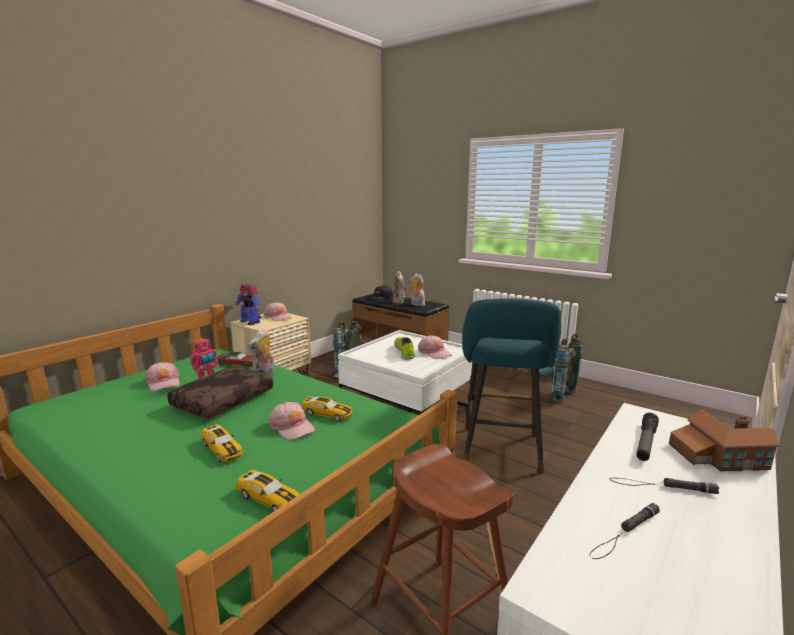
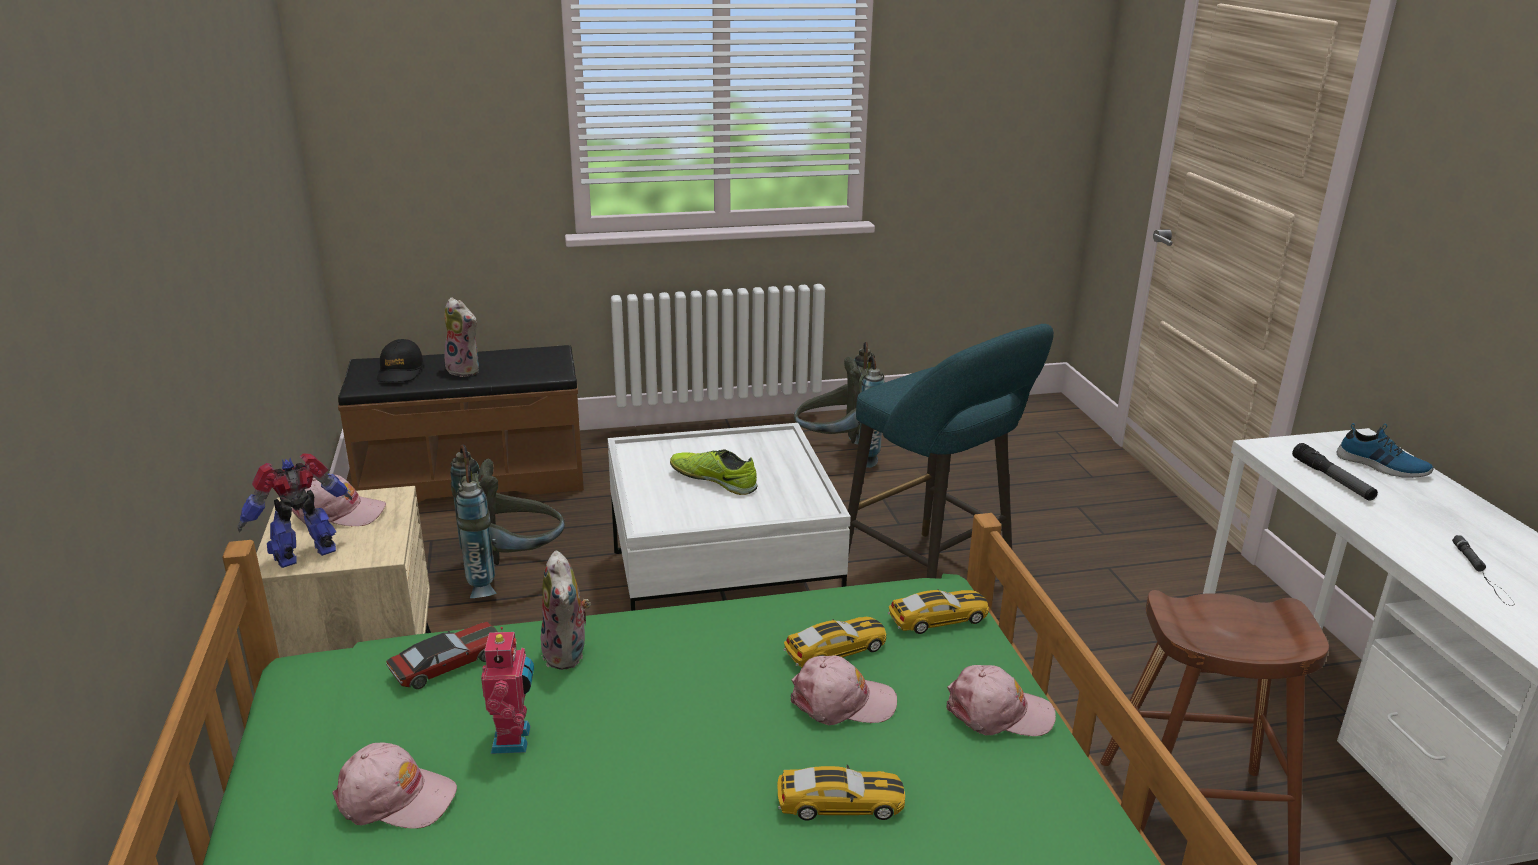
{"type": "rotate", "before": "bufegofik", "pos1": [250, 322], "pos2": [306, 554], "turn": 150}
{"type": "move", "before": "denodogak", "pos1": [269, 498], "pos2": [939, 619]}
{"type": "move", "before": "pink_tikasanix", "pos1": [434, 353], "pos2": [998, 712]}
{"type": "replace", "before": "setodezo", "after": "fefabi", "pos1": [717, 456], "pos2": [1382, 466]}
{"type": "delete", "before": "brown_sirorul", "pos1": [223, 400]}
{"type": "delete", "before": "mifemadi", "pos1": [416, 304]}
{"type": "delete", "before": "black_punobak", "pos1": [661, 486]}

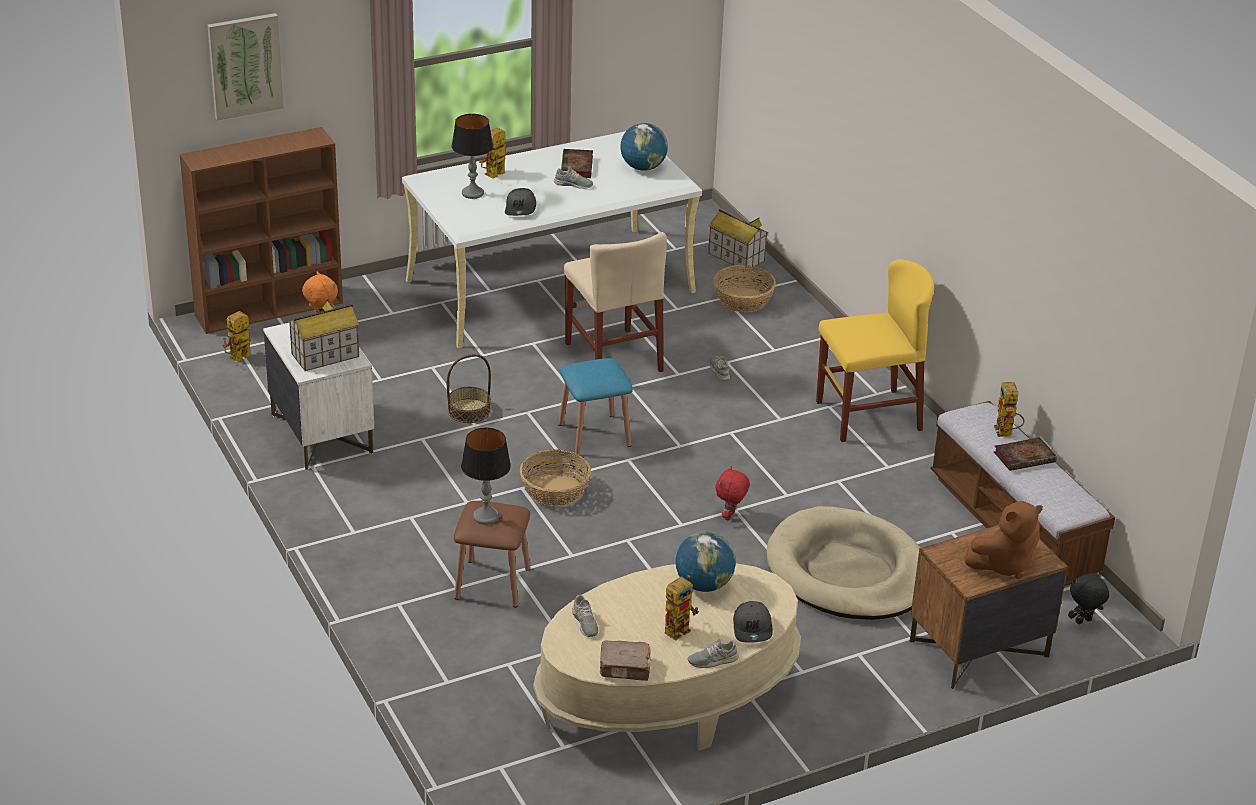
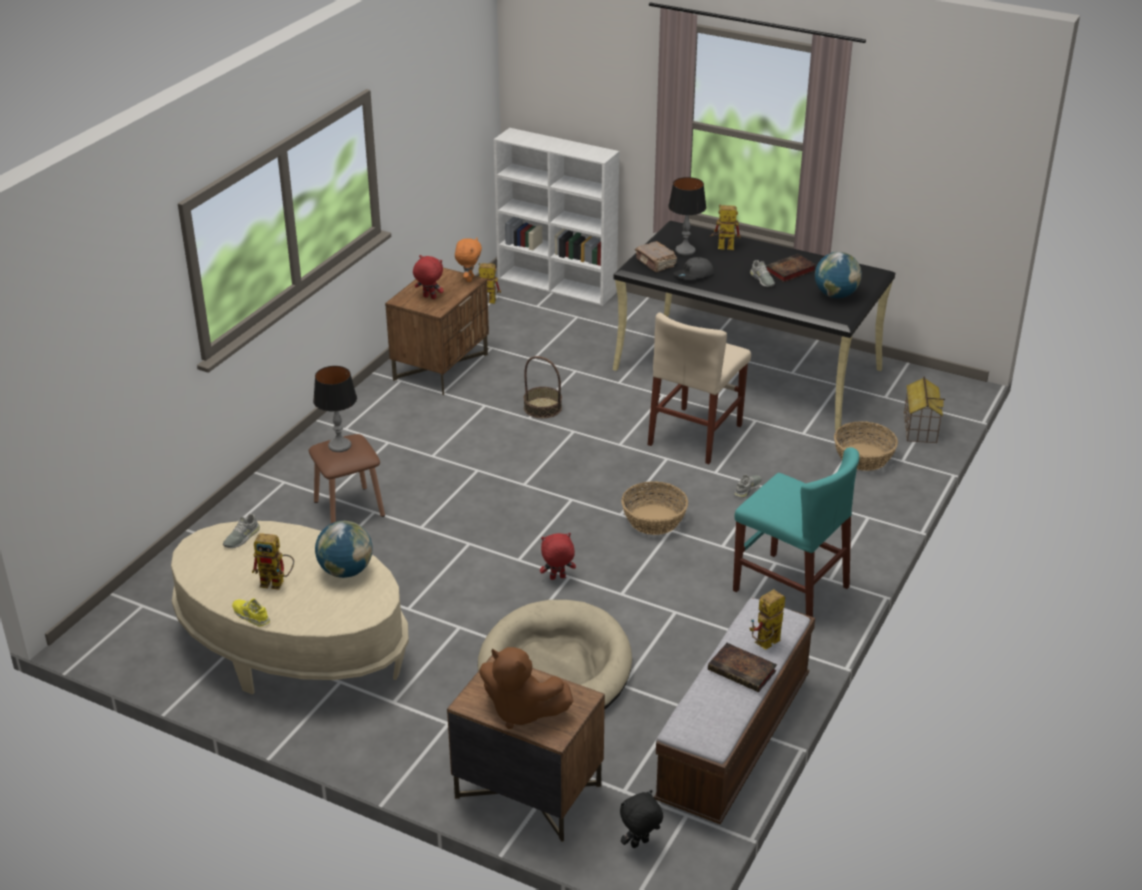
{"type": "recolor", "before": "grey_fefabi", "after": "yellow_fefabi", "pos1": [713, 660], "pos2": [251, 615]}
{"type": "recolor", "before": "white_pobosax", "after": "brown_pobosax", "pos1": [321, 433], "pos2": [441, 367]}
{"type": "replace", "before": "setodezo", "after": "red_mifemadi", "pos1": [325, 355], "pos2": [429, 297]}
{"type": "recolor", "before": "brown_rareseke", "after": "white_rareseke", "pos1": [270, 308], "pos2": [558, 285]}
{"type": "recolor", "before": "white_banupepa", "after": "black_banupepa", "pos1": [551, 286], "pos2": [748, 369]}
{"type": "rotate", "before": "black_mifemadi", "pos1": [1083, 622], "pos2": [640, 844], "turn": -60}
{"type": "move", "before": "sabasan", "pos1": [555, 490], "pos2": [654, 519]}
{"type": "move", "before": "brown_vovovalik", "pos1": [625, 668], "pos2": [655, 263]}
{"type": "recolor", "before": "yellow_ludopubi", "after": "turquoise_ludopubi", "pos1": [868, 416], "pos2": [790, 588]}
{"type": "delete", "before": "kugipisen", "pos1": [245, 65]}
{"type": "delete", "before": "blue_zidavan", "pos1": [594, 435]}
{"type": "delete", "before": "grey_tikasanix", "pos1": [753, 628]}

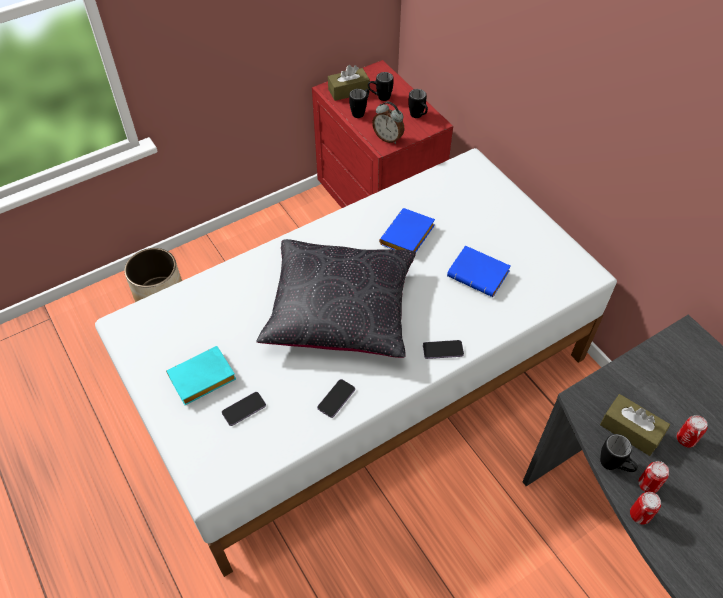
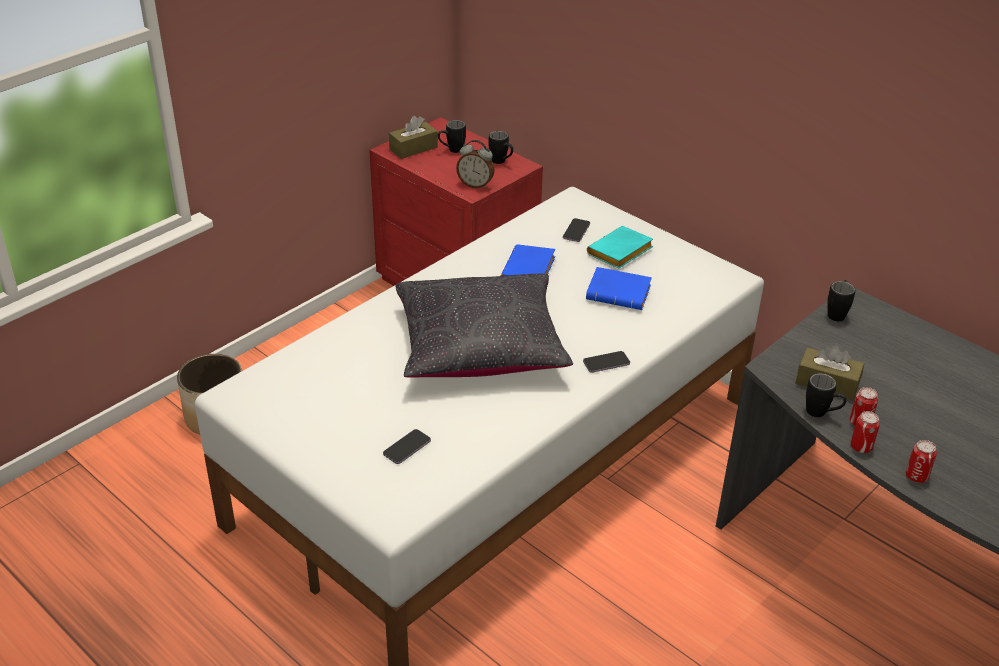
{"type": "move", "before": "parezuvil", "pos1": [336, 399], "pos2": [576, 231]}
{"type": "move", "before": "turquoise_vovovalik", "pos1": [201, 380], "pos2": [620, 253]}
{"type": "move", "before": "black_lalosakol", "pos1": [360, 112], "pos2": [837, 313]}
{"type": "move", "before": "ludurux", "pos1": [685, 439], "pos2": [916, 476]}

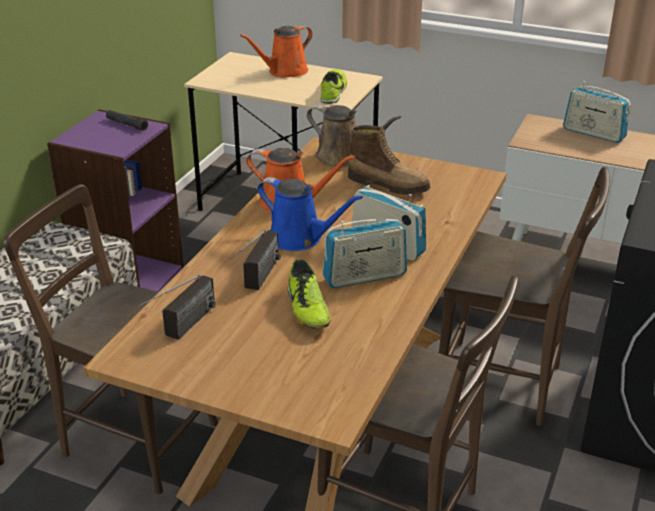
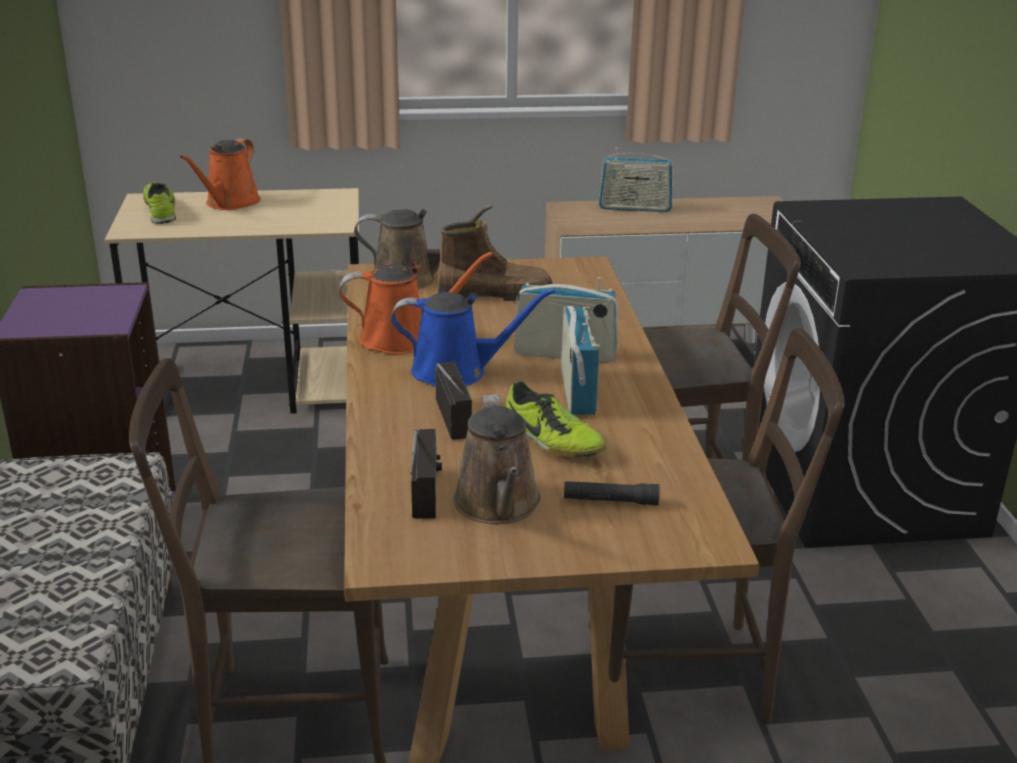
{"type": "move", "before": "fefabi", "pos1": [333, 92], "pos2": [161, 210]}
{"type": "insert", "after": "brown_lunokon", "pos2": [498, 505]}
{"type": "rotate", "before": "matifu", "pos1": [364, 277], "pos2": [577, 391], "turn": -45}
{"type": "move", "before": "black_punobak", "pos1": [126, 124], "pos2": [610, 501]}

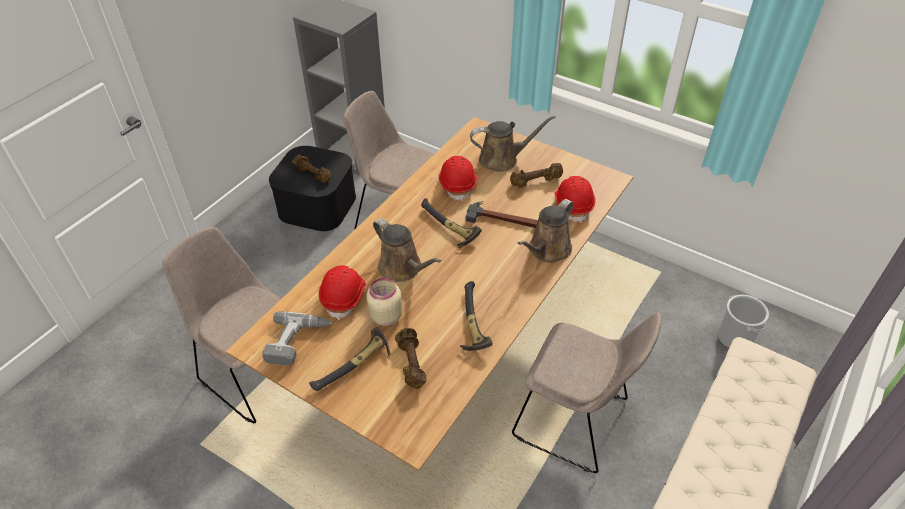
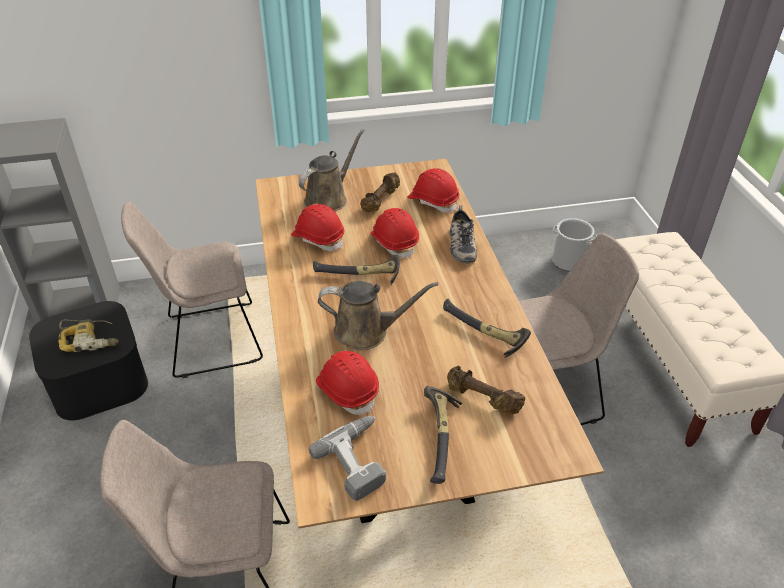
{"type": "replace", "before": "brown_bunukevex", "after": "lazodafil", "pos1": [313, 174], "pos2": [90, 339]}
{"type": "replace", "before": "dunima", "after": "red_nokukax", "pos1": [502, 219], "pos2": [394, 242]}
{"type": "replace", "before": "brown_lunokon", "after": "fefabi", "pos1": [547, 250], "pos2": [461, 244]}
{"type": "delete", "before": "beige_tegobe", "pos1": [385, 316]}

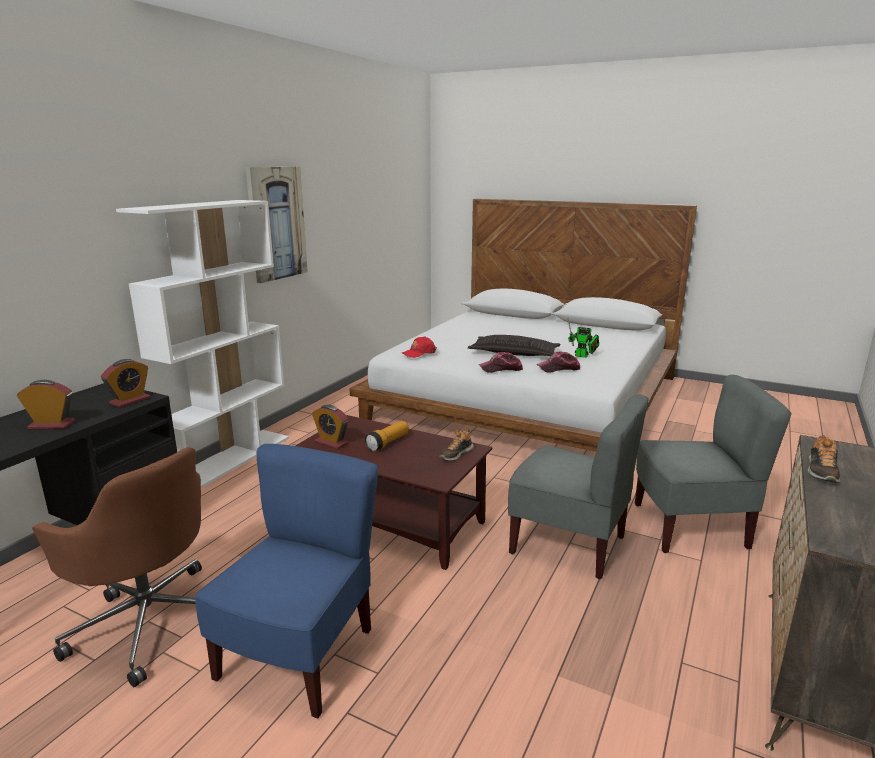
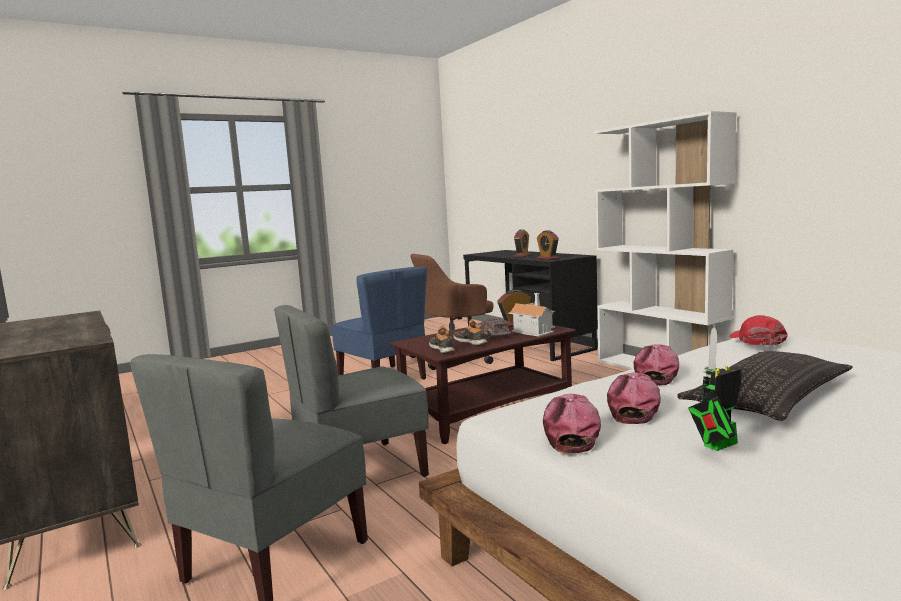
{"type": "move", "before": "fefabi", "pos1": [821, 471], "pos2": [470, 342]}
{"type": "replace", "before": "punobak", "after": "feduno", "pos1": [388, 443], "pos2": [493, 335]}
{"type": "insert", "after": "setodezo", "pos2": [534, 330]}
{"type": "insert", "after": "tikasanix", "pos2": [570, 432]}
{"type": "delete", "before": "kugipisen", "pos1": [276, 223]}

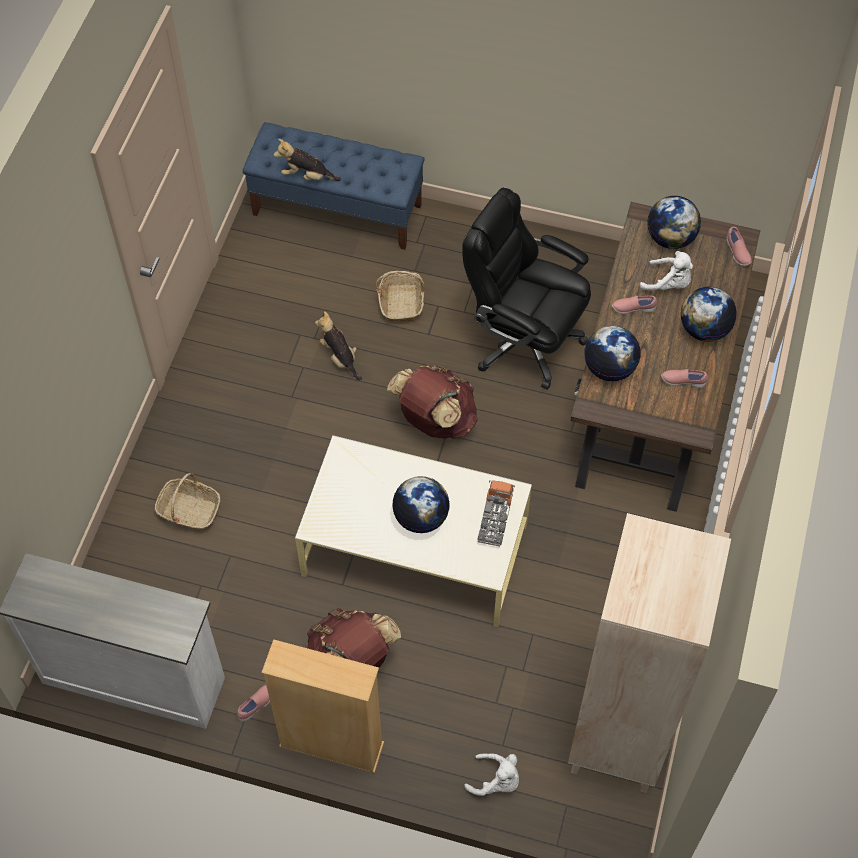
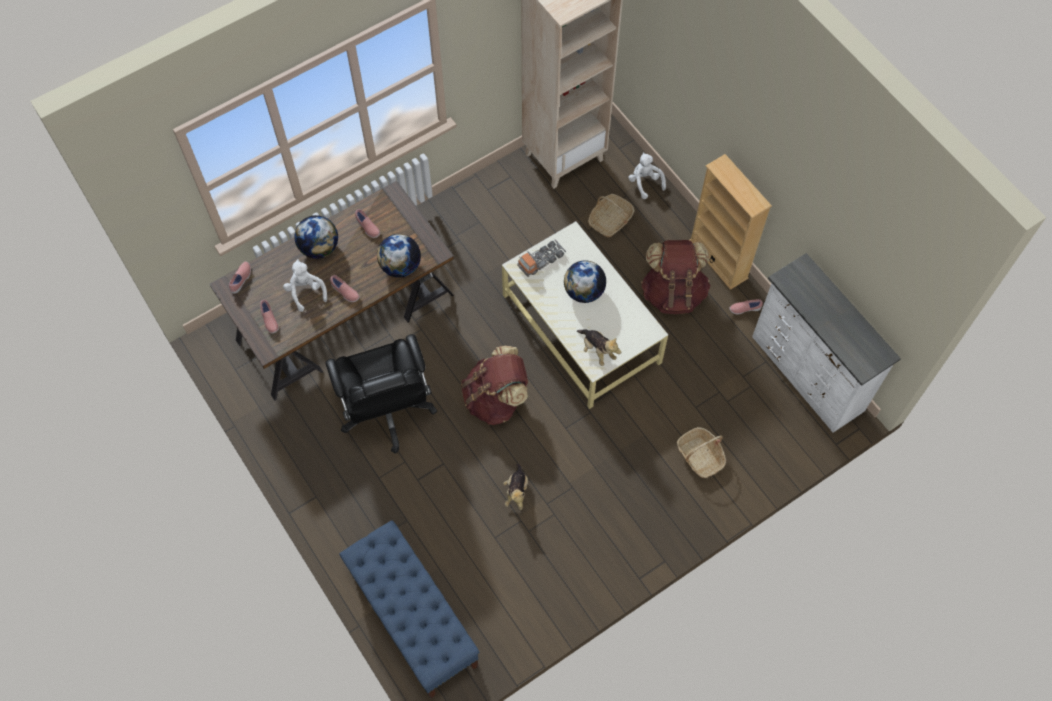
{"type": "replace", "before": "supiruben", "after": "pink_fefabi", "pos1": [670, 238], "pos2": [269, 320]}
{"type": "move", "before": "mifemadi", "pos1": [307, 176], "pos2": [597, 350]}
{"type": "move", "before": "sabasan", "pos1": [401, 302], "pos2": [610, 220]}

